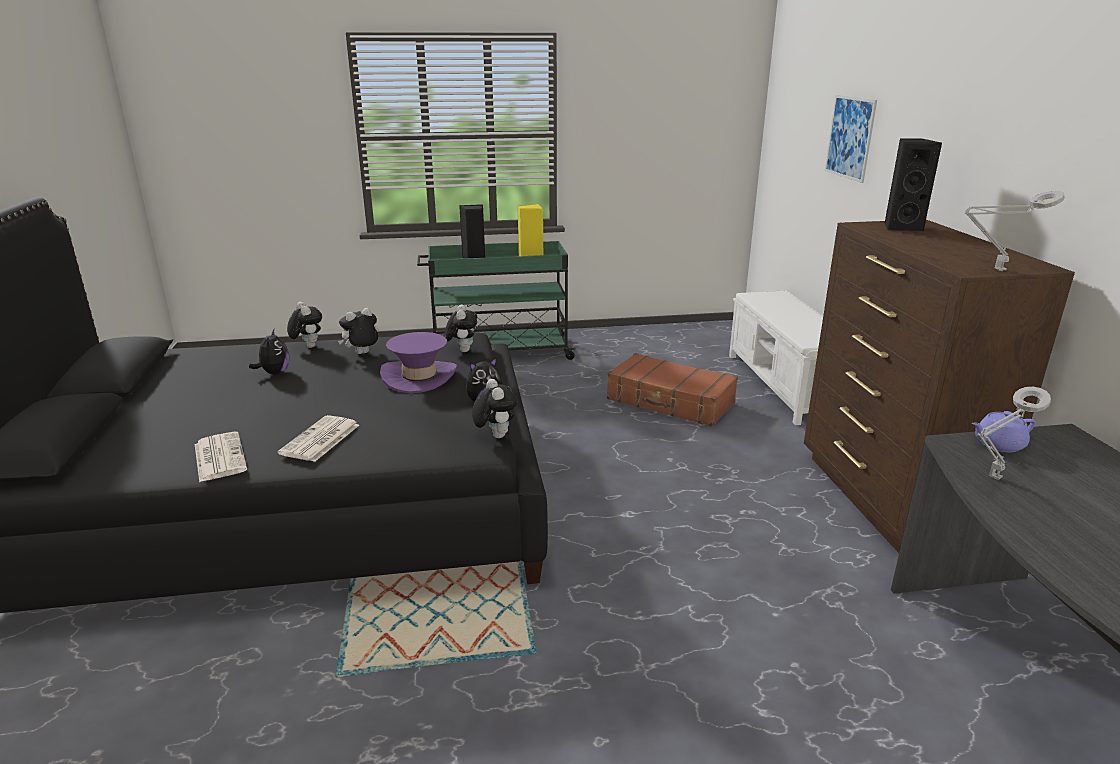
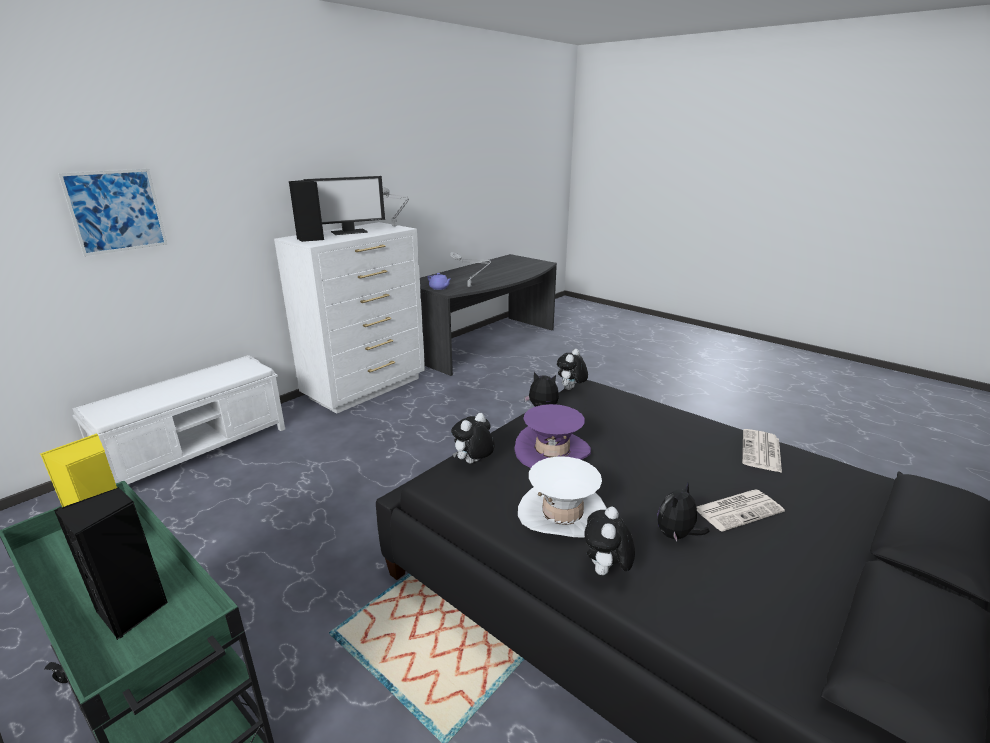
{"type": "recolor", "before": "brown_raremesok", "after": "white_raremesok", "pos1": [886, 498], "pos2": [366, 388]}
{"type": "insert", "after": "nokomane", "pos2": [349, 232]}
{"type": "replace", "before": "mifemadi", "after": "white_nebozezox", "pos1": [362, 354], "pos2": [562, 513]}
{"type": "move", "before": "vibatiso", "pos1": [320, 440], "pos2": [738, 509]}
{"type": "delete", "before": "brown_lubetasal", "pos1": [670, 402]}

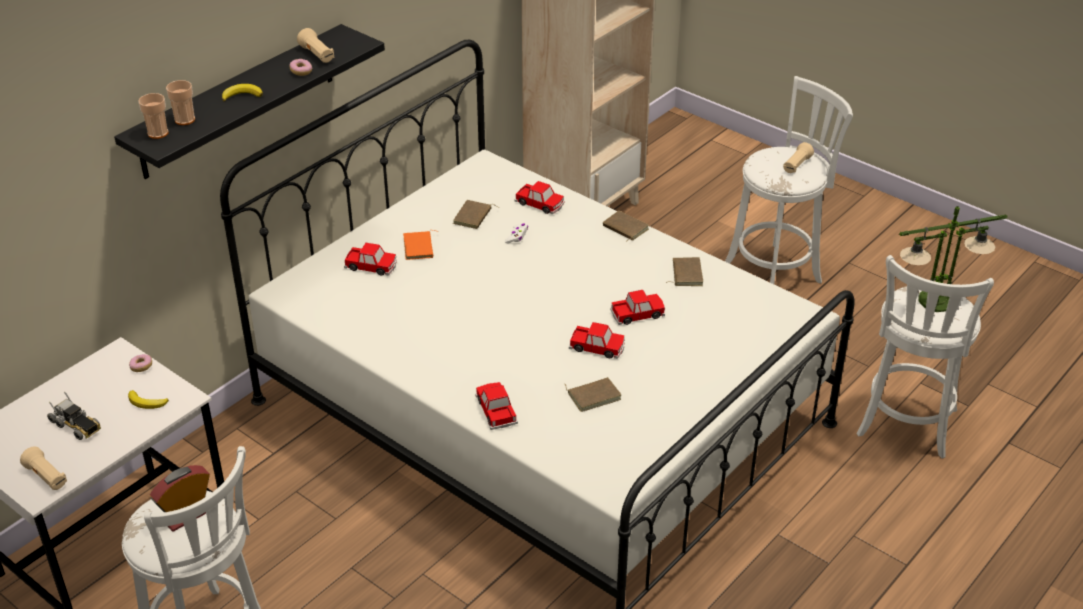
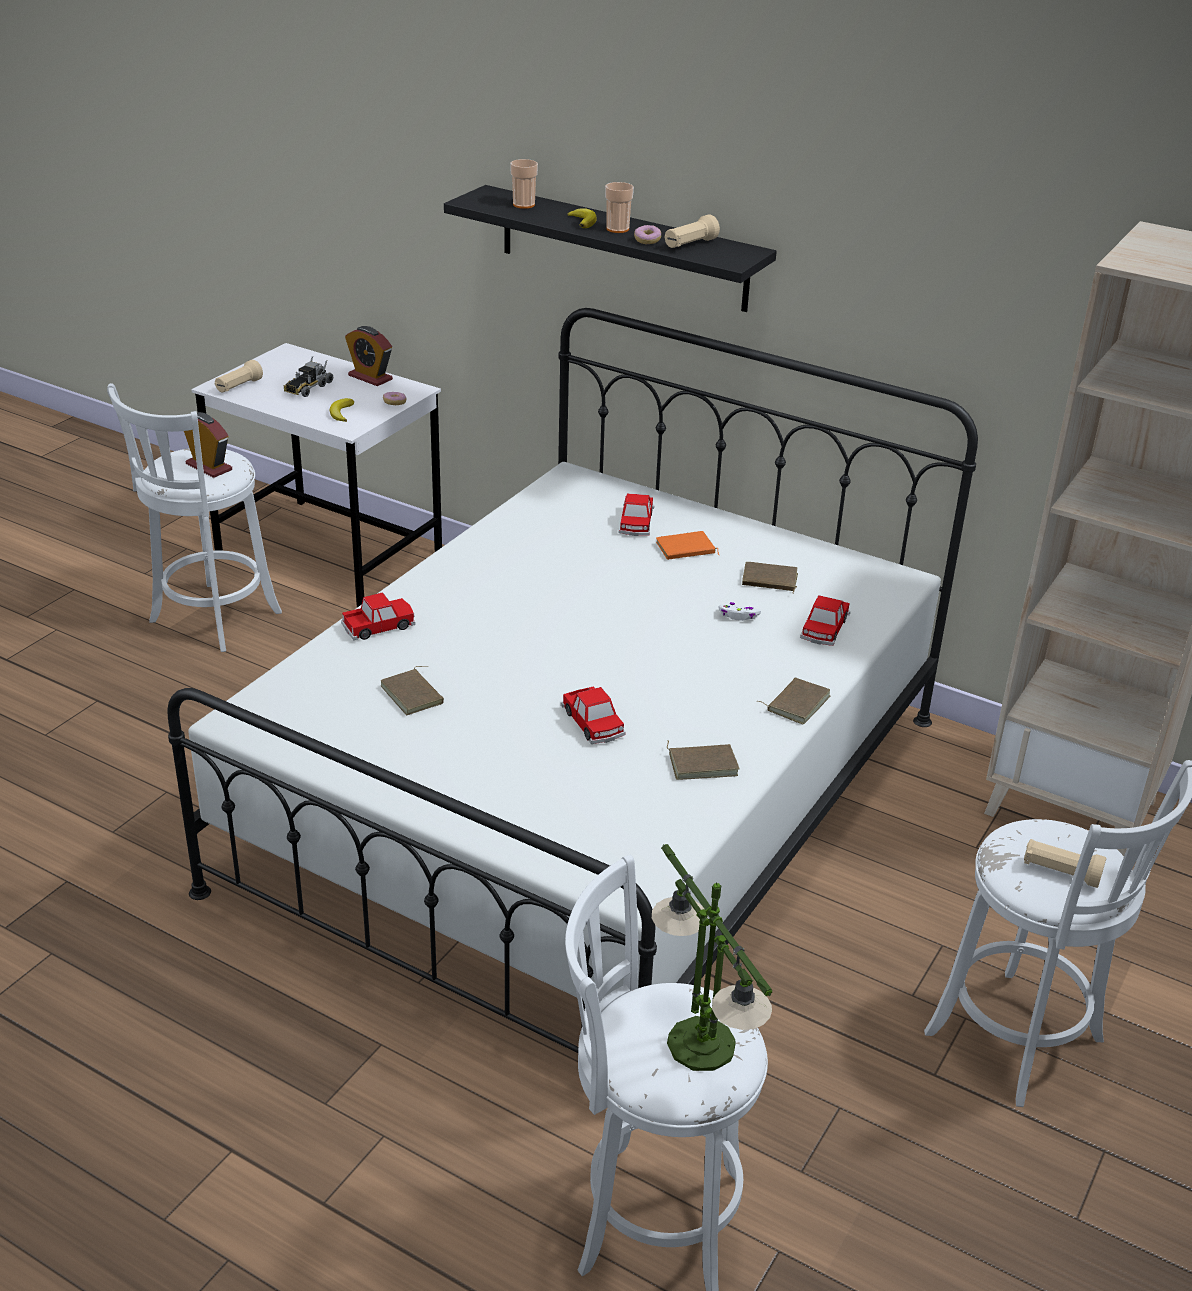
{"type": "insert", "after": "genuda", "pos2": [370, 377]}
{"type": "move", "before": "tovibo", "pos1": [158, 133], "pos2": [617, 229]}
{"type": "delete", "before": "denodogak", "pos1": [597, 347]}

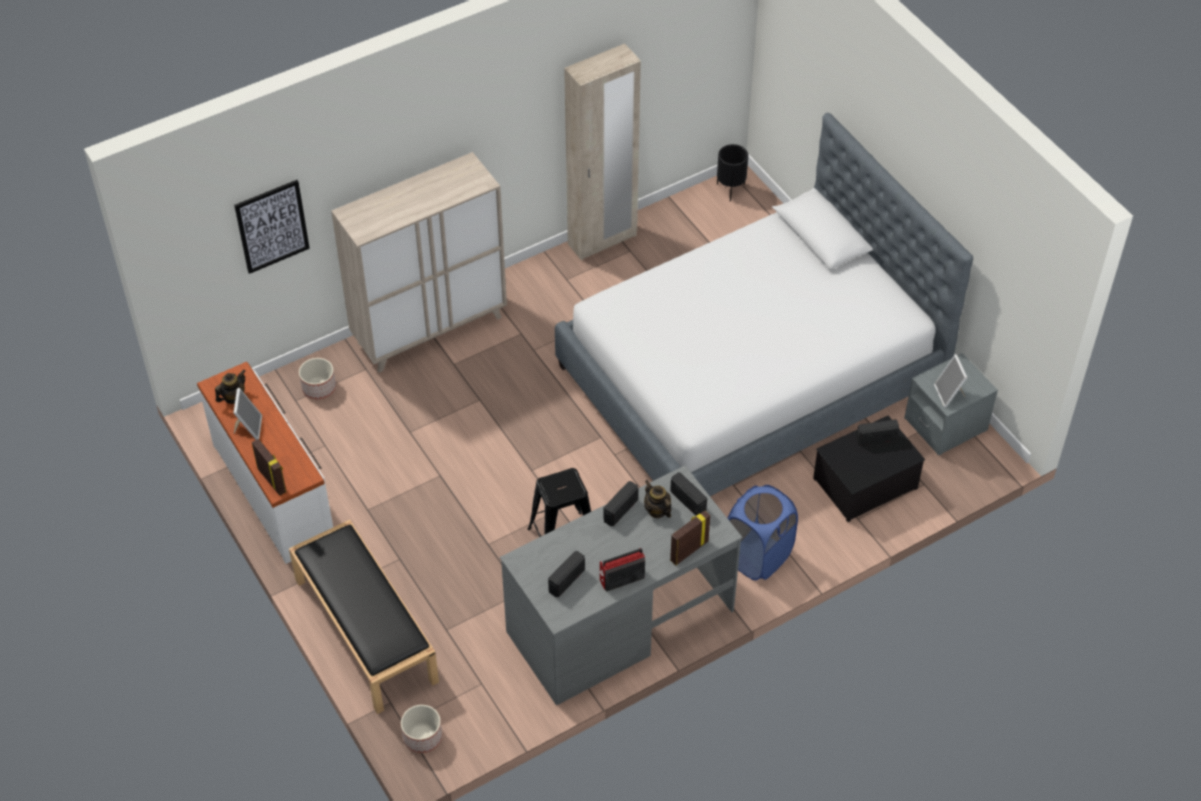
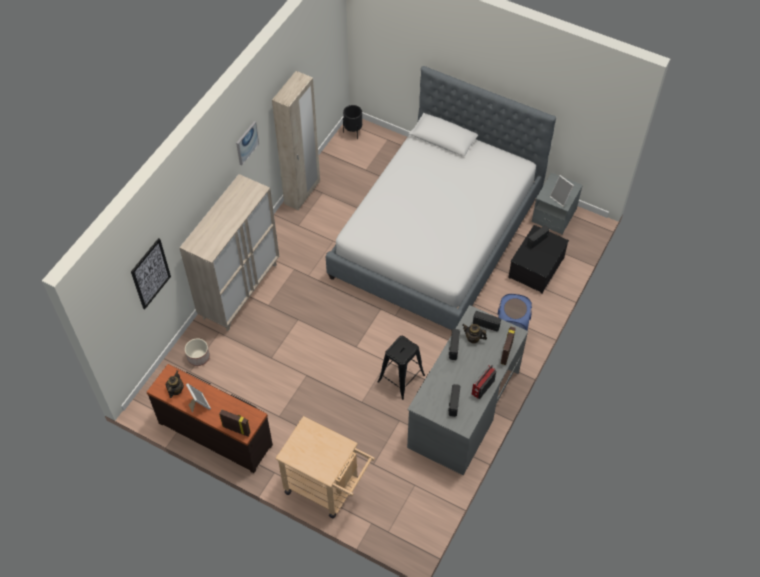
{"type": "recolor", "before": "white_raremesok", "after": "brown_raremesok", "pos1": [274, 491], "pos2": [216, 432]}
{"type": "insert", "after": "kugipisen", "pos2": [246, 143]}
{"type": "replace", "before": "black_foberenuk", "after": "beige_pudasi", "pos1": [364, 630], "pos2": [327, 488]}
{"type": "delete", "before": "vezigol", "pos1": [422, 737]}

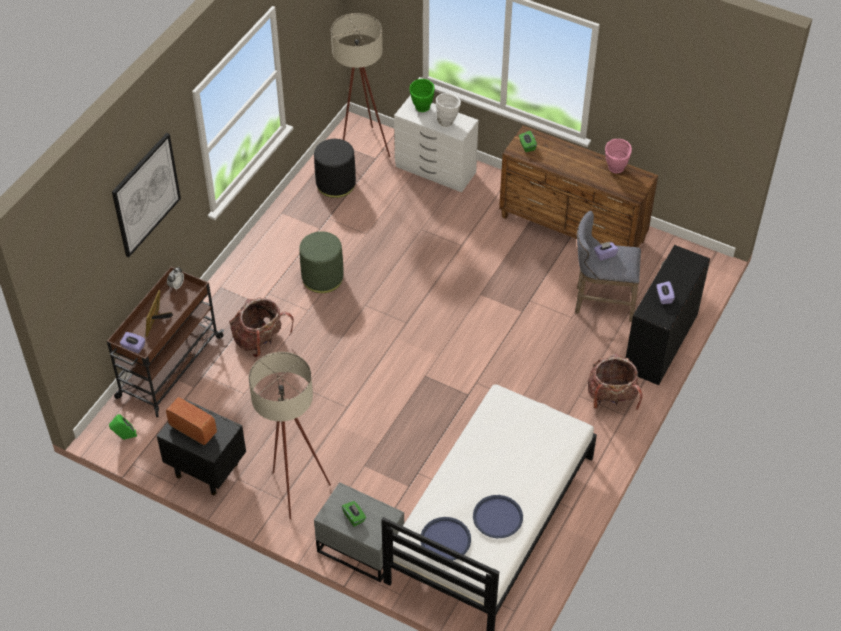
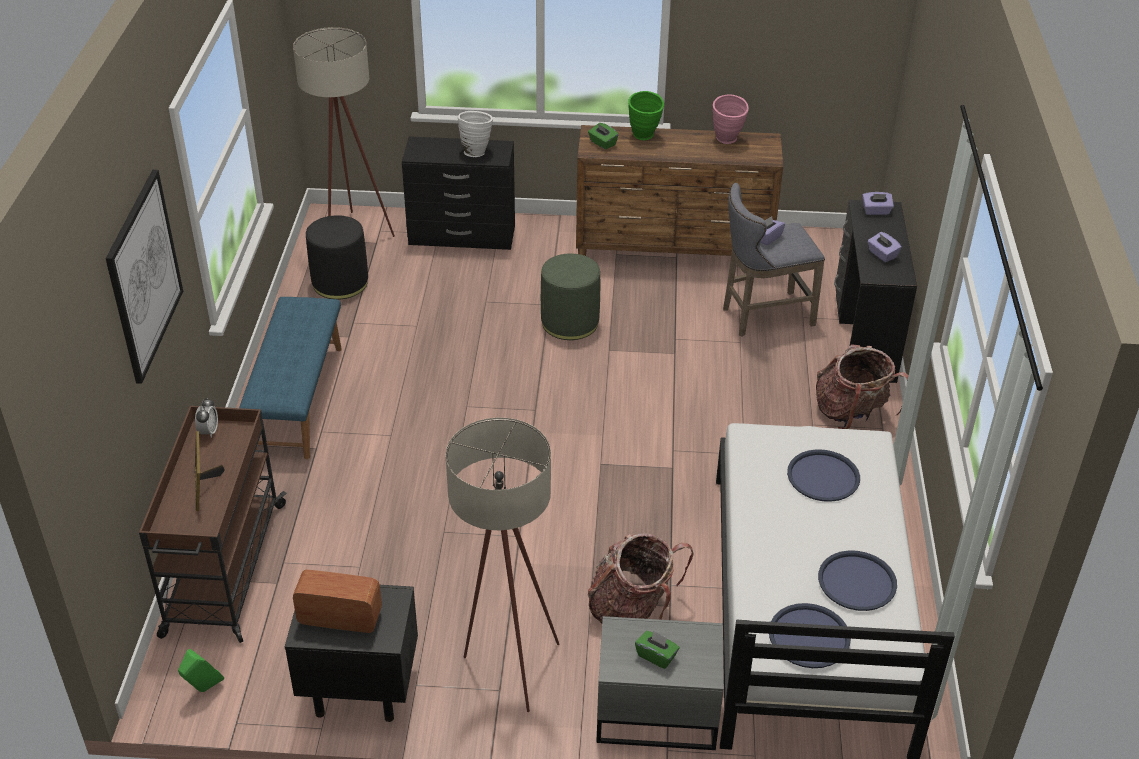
{"type": "insert", "after": "blue_foberenuk", "pos2": [297, 399]}
{"type": "recolor", "before": "white_raremesok", "after": "black_raremesok", "pos1": [435, 170], "pos2": [462, 235]}
{"type": "move", "before": "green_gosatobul", "pos1": [322, 278], "pos2": [570, 322]}
{"type": "move", "before": "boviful", "pos1": [260, 340], "pos2": [632, 609]}
{"type": "move", "before": "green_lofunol", "pos1": [422, 109], "pos2": [644, 137]}
{"type": "insert", "after": "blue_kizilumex", "pos2": [823, 477]}
{"type": "move", "before": "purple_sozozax", "pos1": [133, 347], "pos2": [876, 211]}

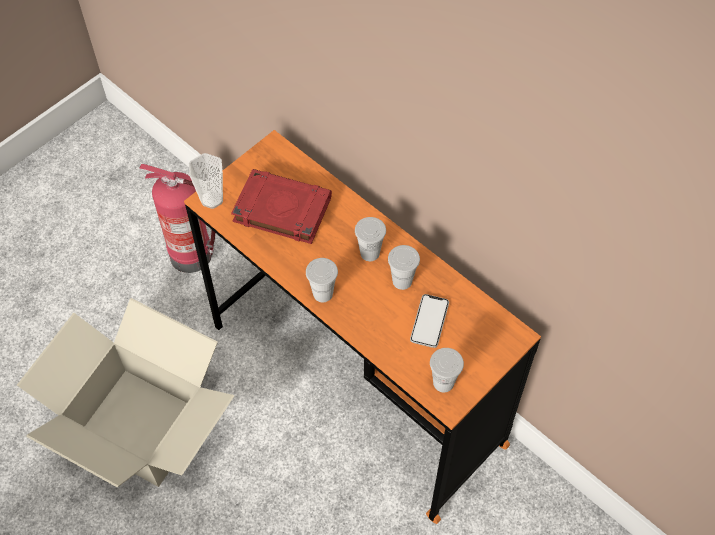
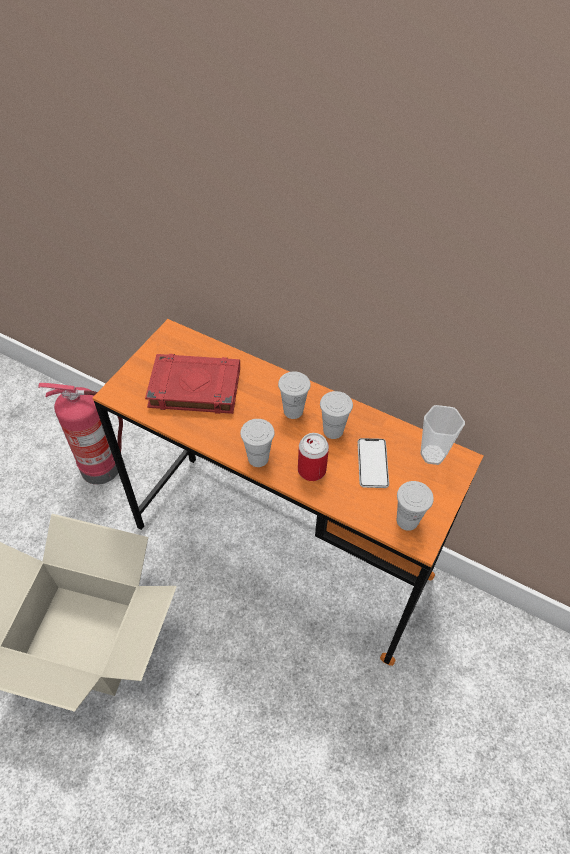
{"type": "insert", "after": "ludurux", "pos2": [311, 470]}
{"type": "move", "before": "tovibo", "pos1": [212, 199], "pos2": [432, 455]}

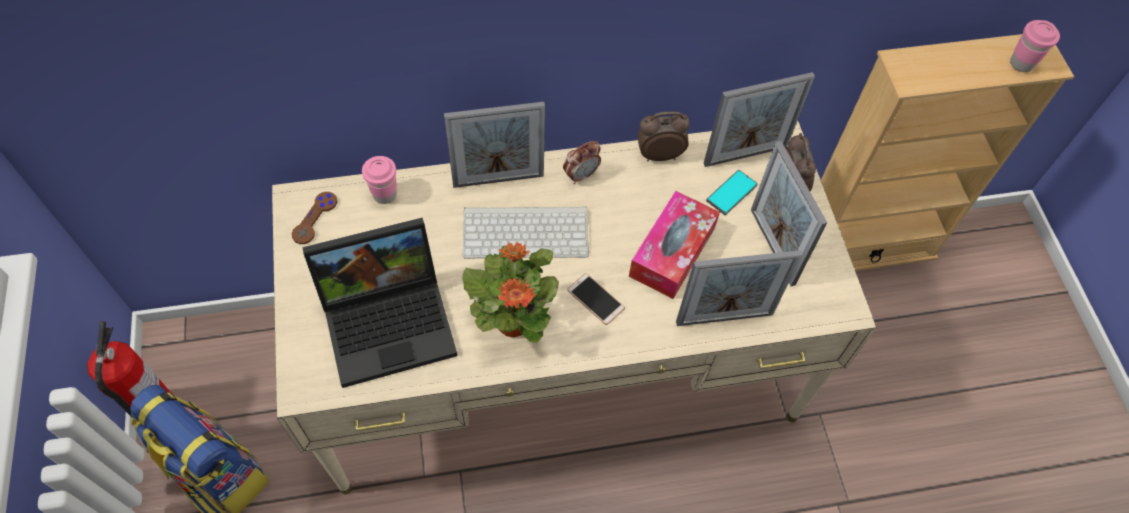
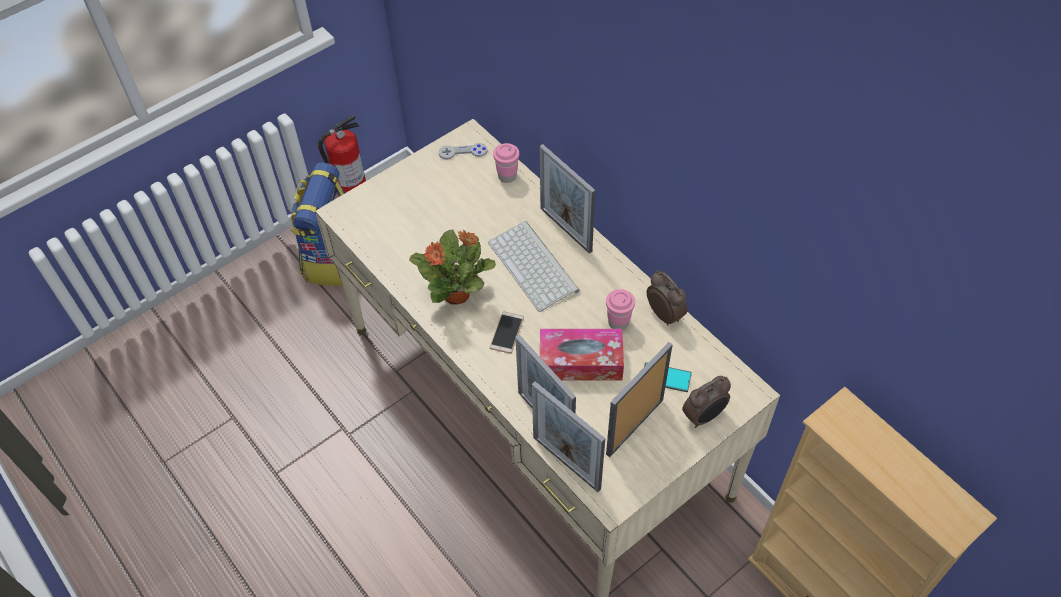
{"type": "recolor", "before": "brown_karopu", "after": "grey_karopu", "pos1": [315, 218], "pos2": [463, 152]}
{"type": "move", "before": "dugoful", "pos1": [745, 155], "pos2": [566, 463]}
{"type": "move", "before": "pink_tovibo", "pos1": [1021, 63], "pos2": [618, 322]}
{"type": "delete", "before": "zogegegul", "pos1": [391, 320]}
{"type": "delete", "before": "genuda", "pos1": [581, 175]}

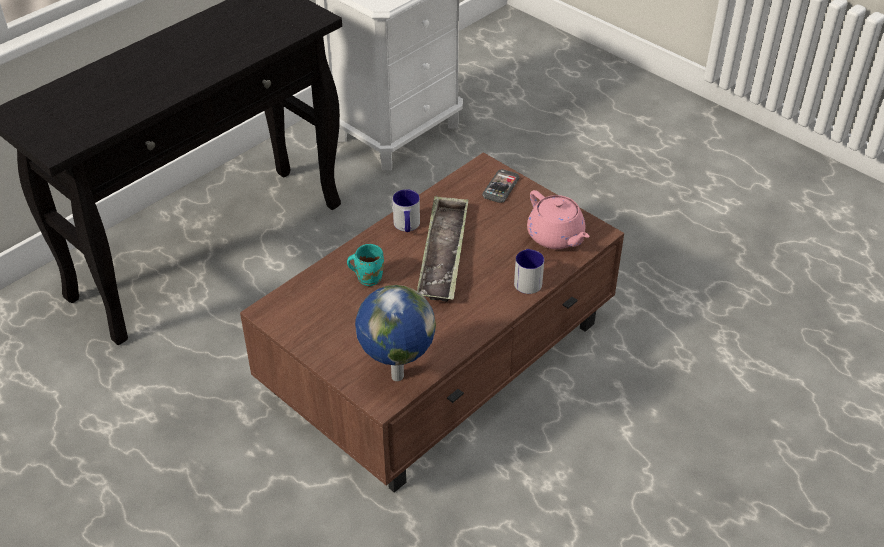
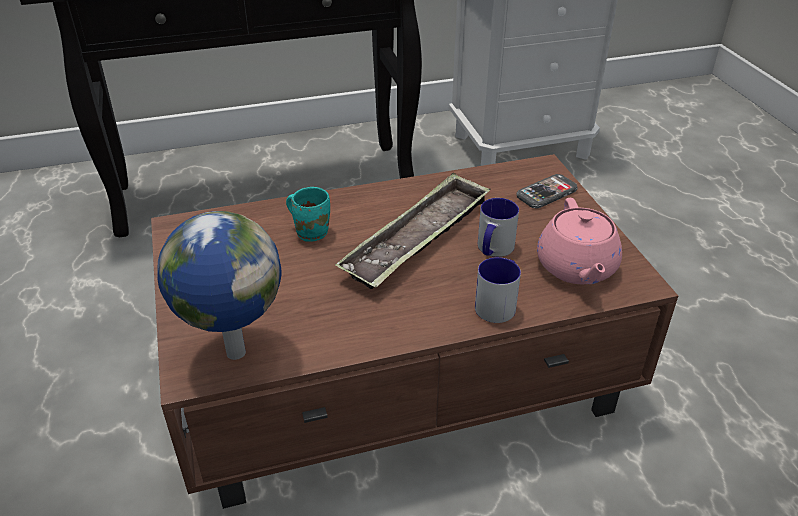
{"type": "move", "before": "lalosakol", "pos1": [407, 226], "pos2": [493, 250]}

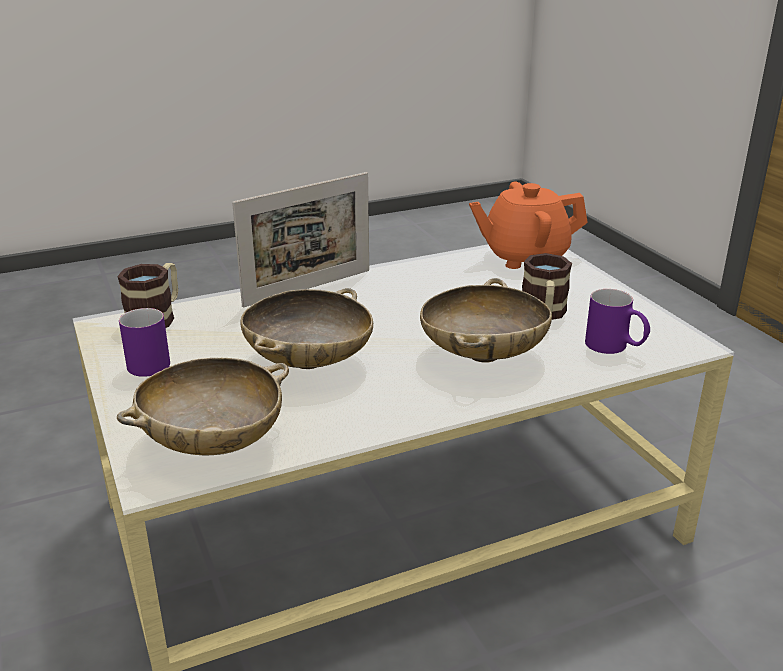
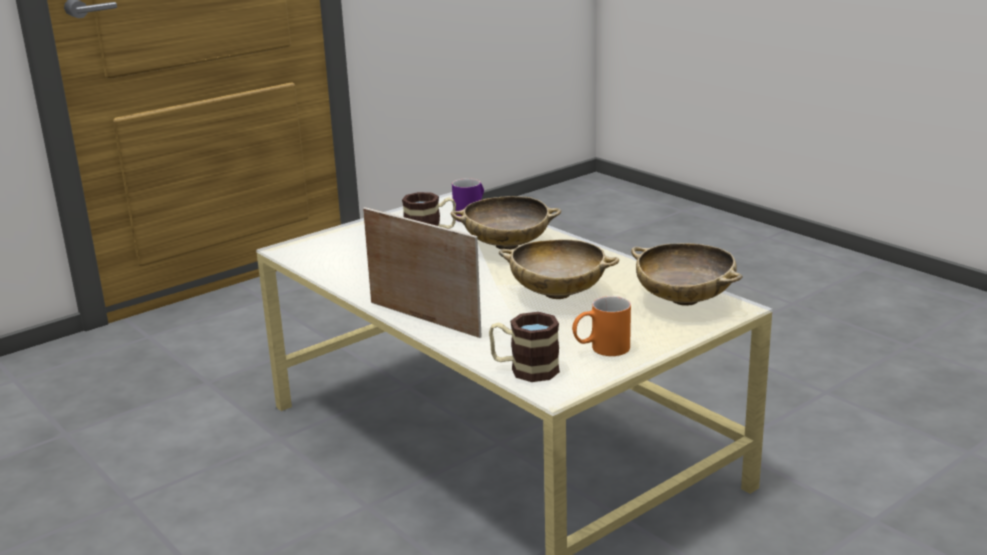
{"type": "recolor", "before": "purple_lalosakol", "after": "orange_lalosakol", "pos1": [152, 360], "pos2": [601, 349]}
{"type": "delete", "before": "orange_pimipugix", "pos1": [524, 257]}

